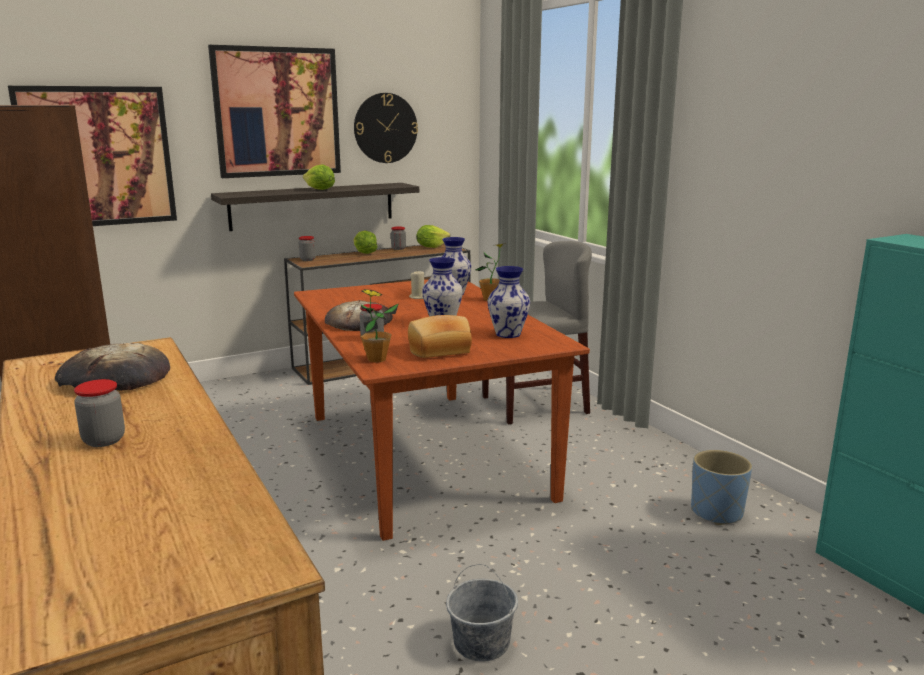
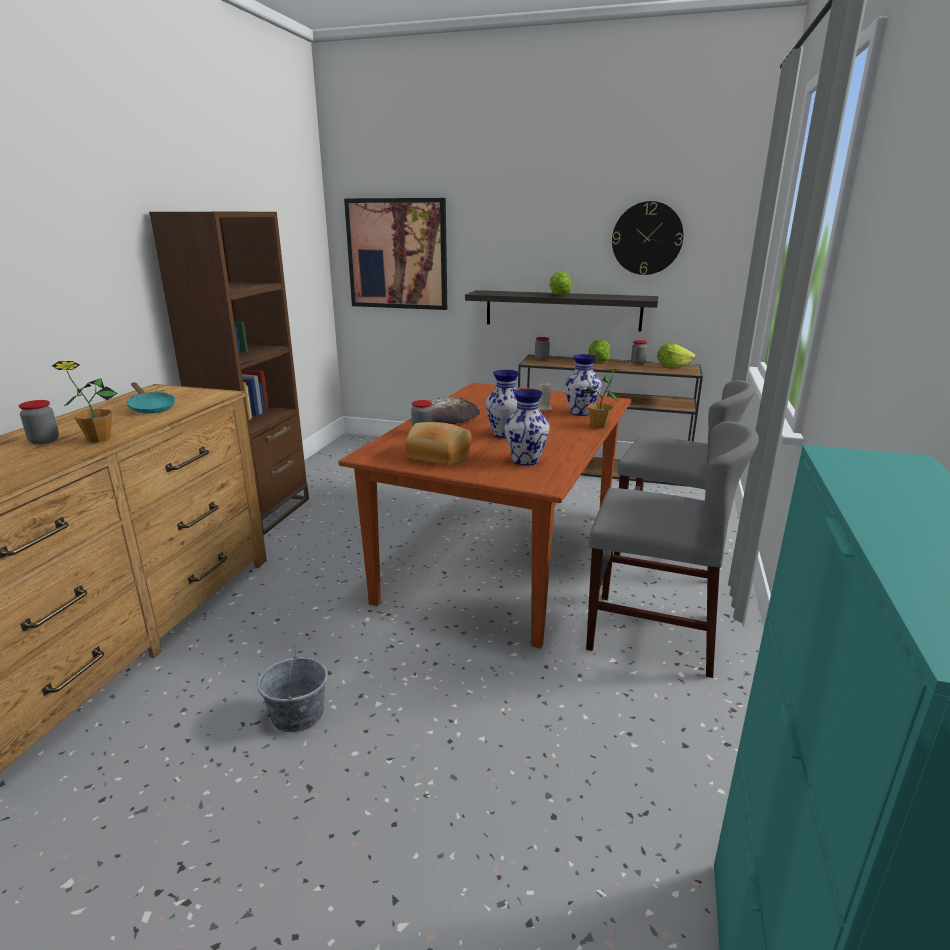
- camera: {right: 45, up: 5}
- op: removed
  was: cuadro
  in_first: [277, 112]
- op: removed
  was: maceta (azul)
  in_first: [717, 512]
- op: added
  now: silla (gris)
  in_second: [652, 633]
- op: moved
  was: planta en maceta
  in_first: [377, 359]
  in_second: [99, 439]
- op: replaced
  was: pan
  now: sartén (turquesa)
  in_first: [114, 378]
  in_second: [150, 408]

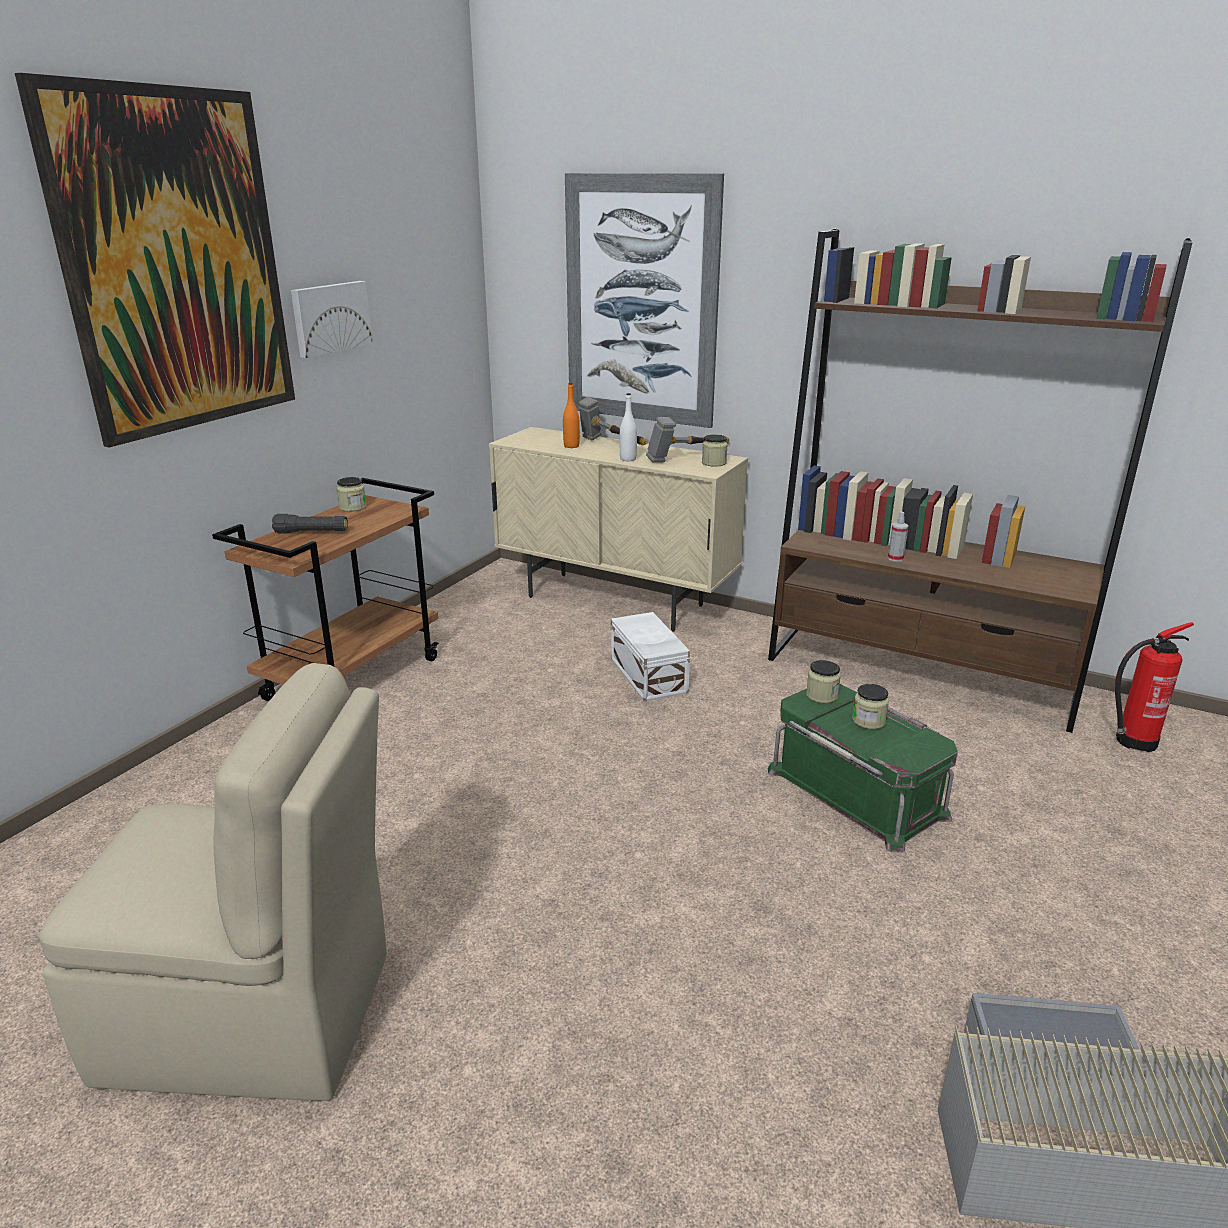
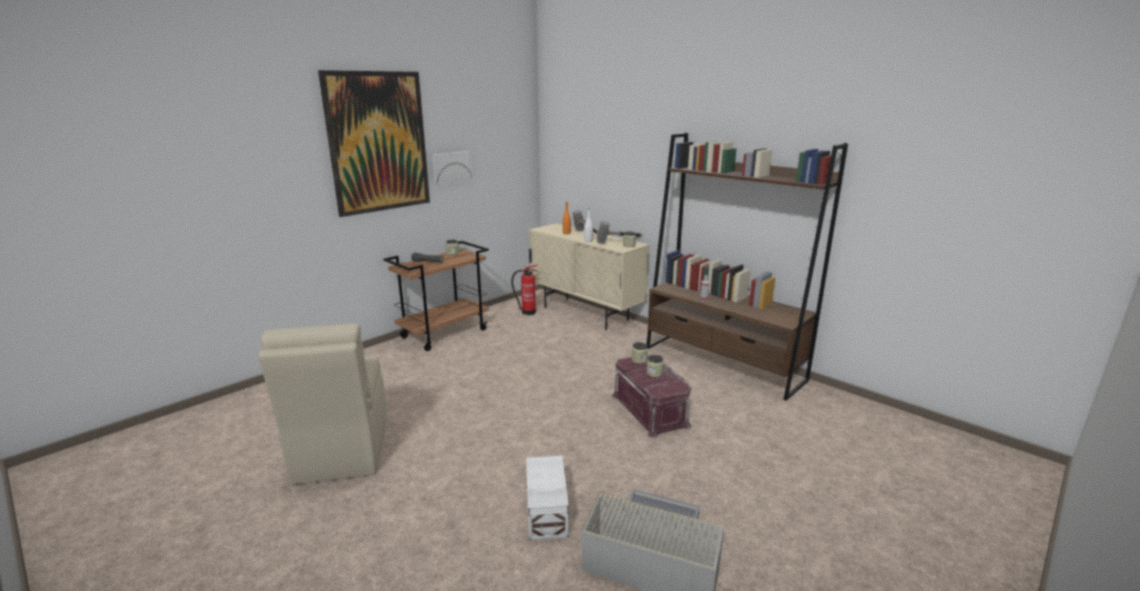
- camera: {right: 15, up: -5}
- op: removed
  was: cuadro
  in_first: [640, 302]
- op: moved
  was: caja de almacenaje (blanco)
  in_first: [647, 676]
  in_second: [545, 511]
- op: moved
  was: extintor
  in_first: [1132, 741]
  in_second: [527, 312]
- op: recoloured
  was: caja de almacenaje (verde)
  now: caja de almacenaje (rojo)
  in_first: [858, 792]
  in_second: [650, 410]
- op: turned
  was: silla (beis)
  in_first: [256, 1017]
  in_second: [341, 451]
  clockwise: 60

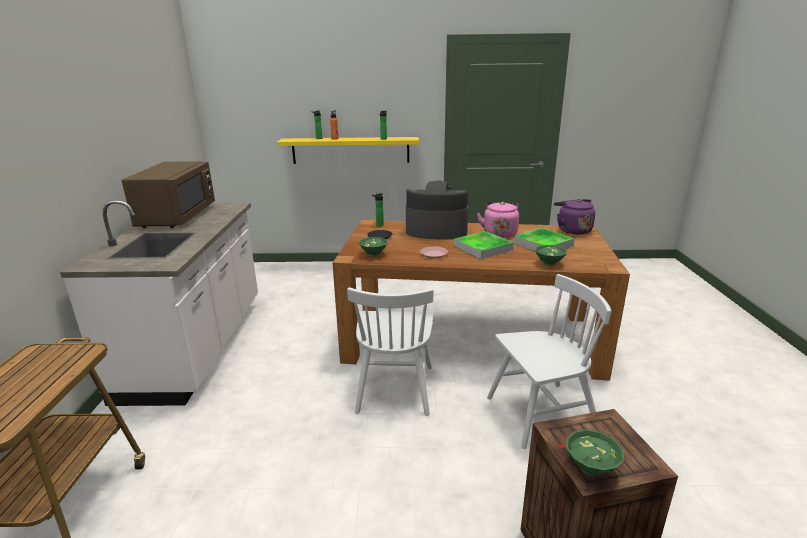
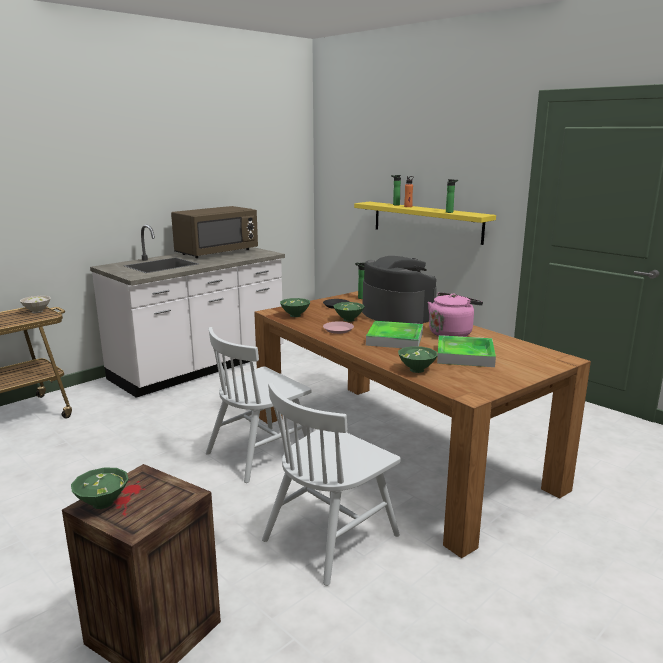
- camera: {right: 45, up: -5}
- op: removed
  was: hervidor (morado)
  in_first: [572, 230]
- op: added
  now: cuenco (blanco)
  in_second: [37, 311]
- op: added
  now: cuenco (verde)
  in_second: [348, 319]
- op: turned
  was: silla (blanco)
  in_first: [541, 414]
  in_second: [331, 537]
  clockwise: 105

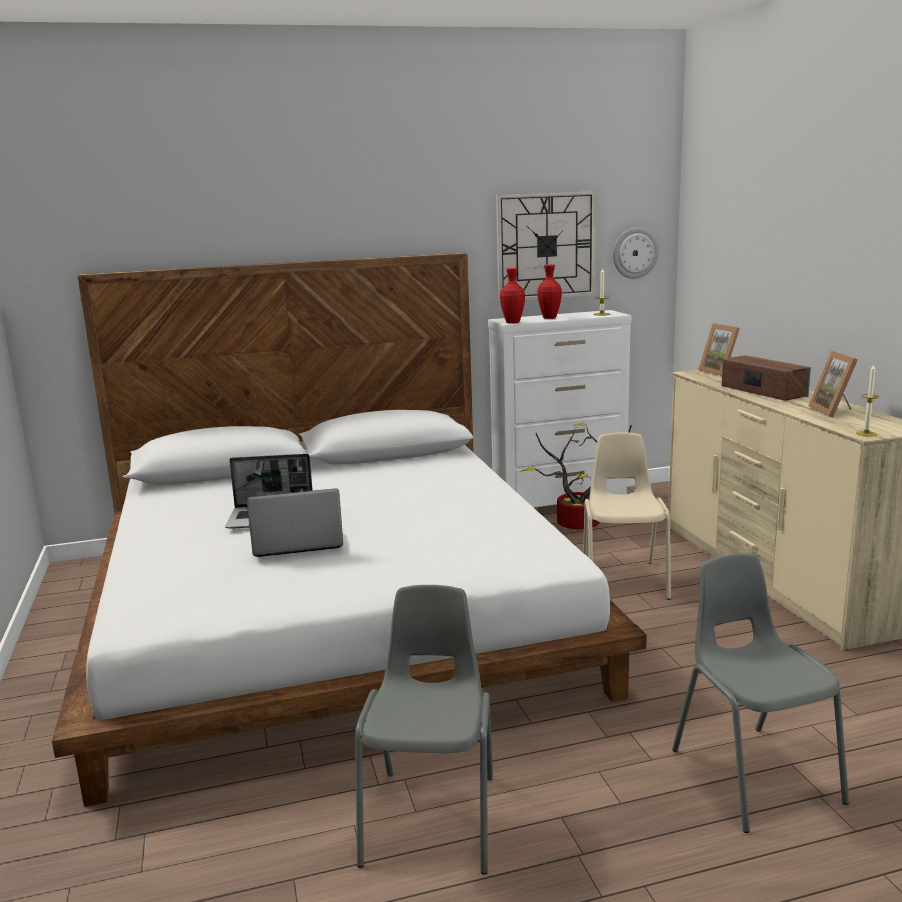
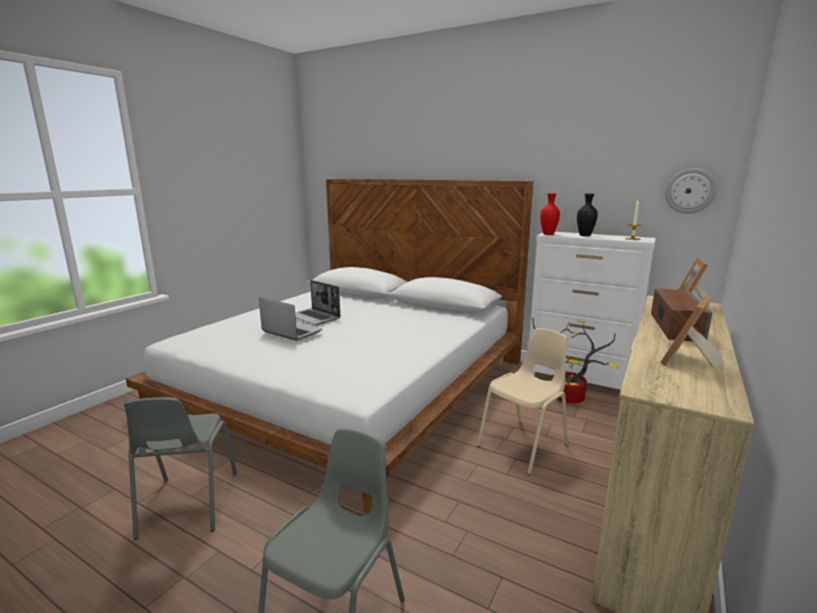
- camera: {right: 45, up: 0}
- op: removed
  was: reloj de pared
  in_first: [546, 246]
- op: removed
  was: vela
  in_first: [866, 434]
- op: recoloured
  was: florero (rojo)
  now: florero (negro)
  in_first: [549, 318]
  in_second: [585, 235]
- op: turned
  was: silla (gris)
  in_first: [433, 818]
  in_second: [187, 505]
  clockwise: 120

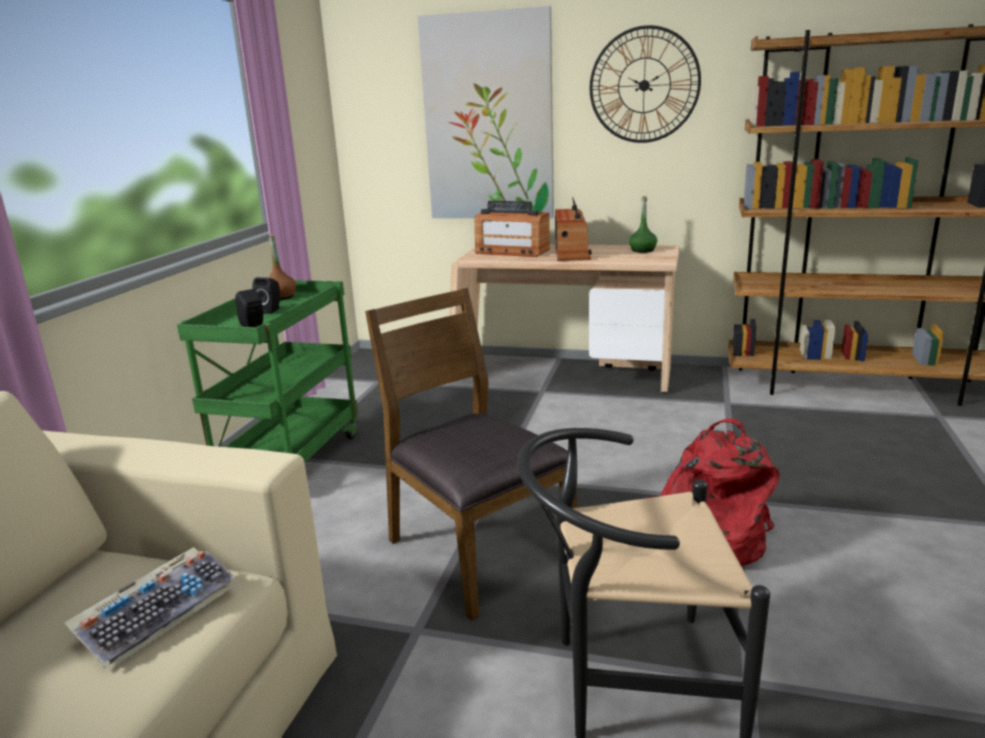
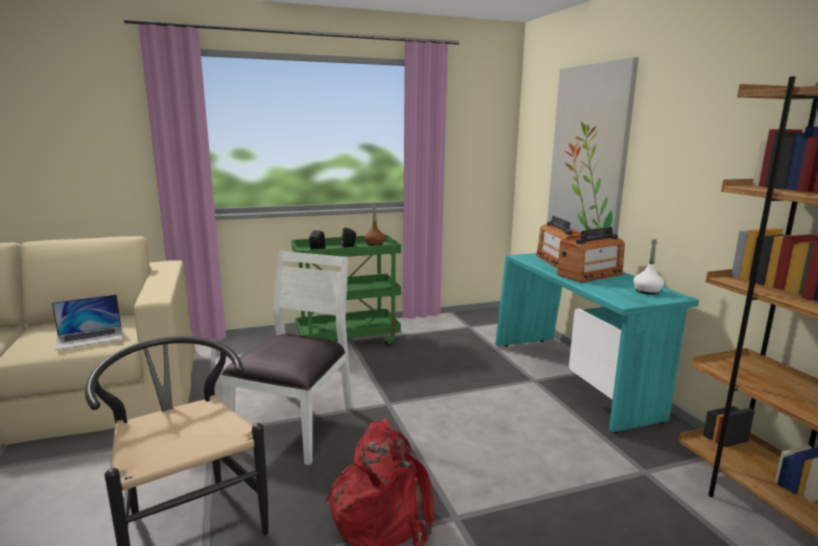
- camera: {right: 55, up: -5}
- op: removed
  was: reloj de pared
  in_first: [644, 85]
- op: replaced
  was: teclado
  now: portátil
  in_first: [158, 613]
  in_second: [90, 337]
- op: recoloured
  was: silla (marrón)
  now: silla (blanco)
  in_first: [476, 551]
  in_second: [296, 425]
- op: recoloured
  was: escritorio (beis)
  now: escritorio (turquesa)
  in_first: [561, 375]
  in_second: [573, 379]
- op: recoloured
  was: botella (verde)
  now: botella (blanco)
  in_first: [642, 250]
  in_second: [647, 291]

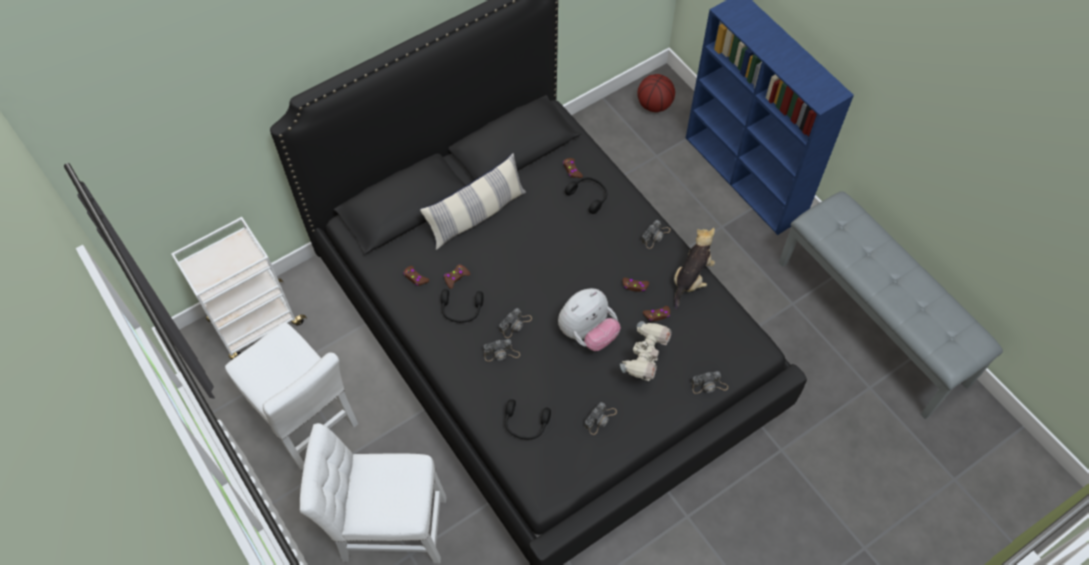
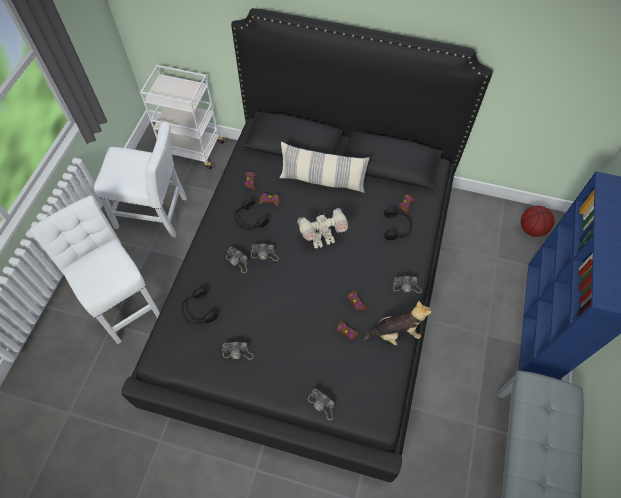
- camera: {right: 50, up: 0}
- op: removed
  was: peluche
  in_first: [587, 333]
- op: moved
  was: robot de juguete
  in_first: [643, 366]
  in_second: [322, 239]
- op: turned
  was: silla (blanco)
  in_first: [306, 420]
  in_second: [155, 214]
  clockwise: -90

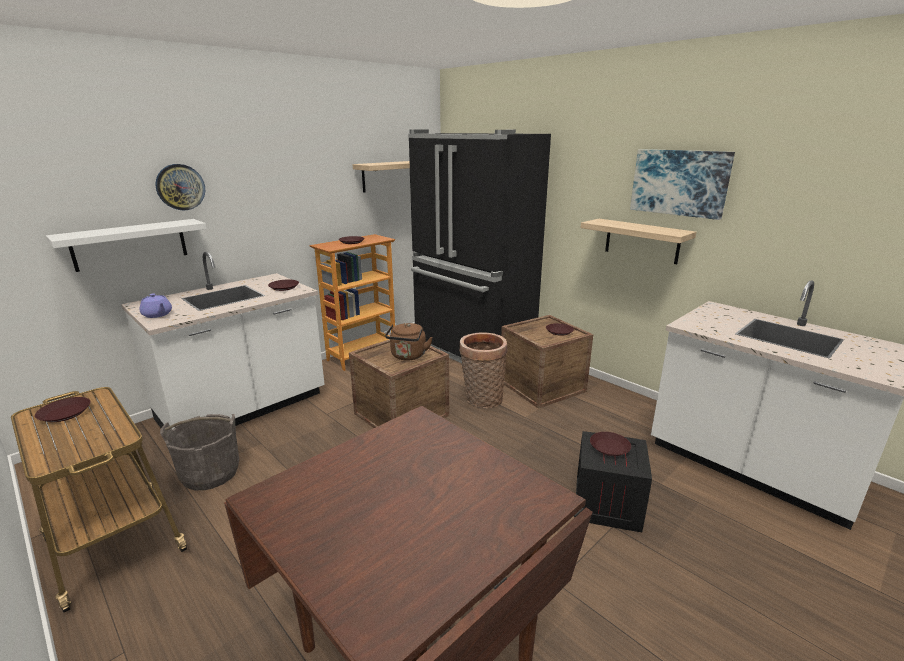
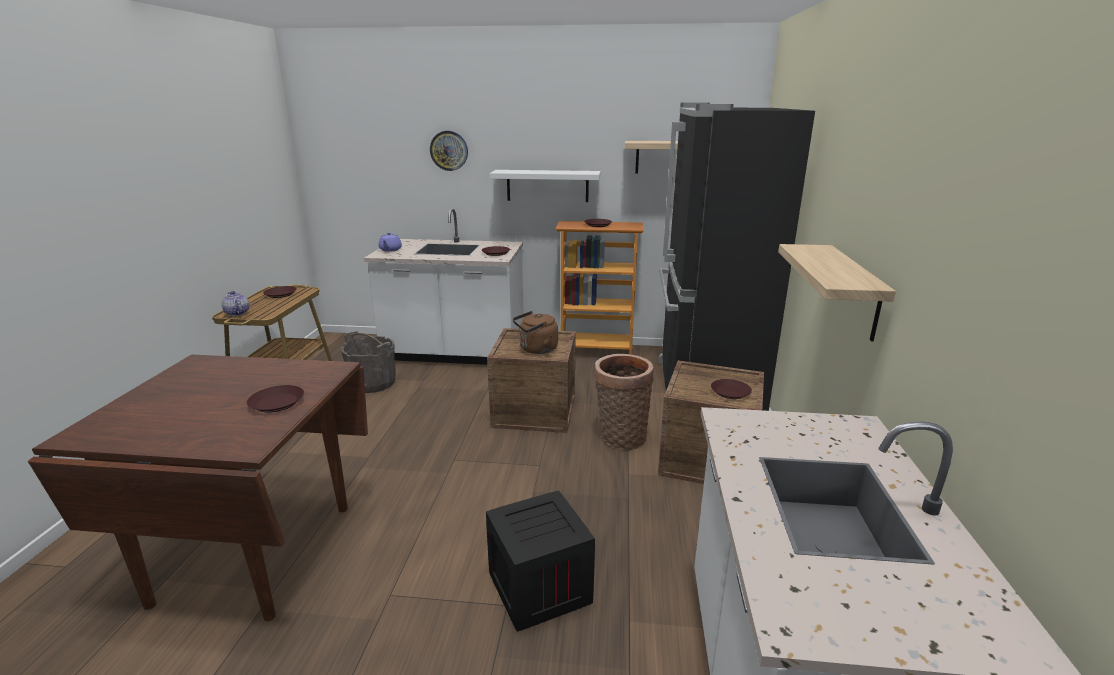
- camera: {right: 50, up: 0}
- op: removed
  was: cuadro
  in_first: [679, 182]
- op: added
  now: tetera
  in_second: [237, 313]
- op: moved
  was: estante (blanco)
  in_first: [130, 244]
  in_second: [547, 185]
- op: moved
  was: plato (marrón)
  in_first: [609, 447]
  in_second: [276, 403]

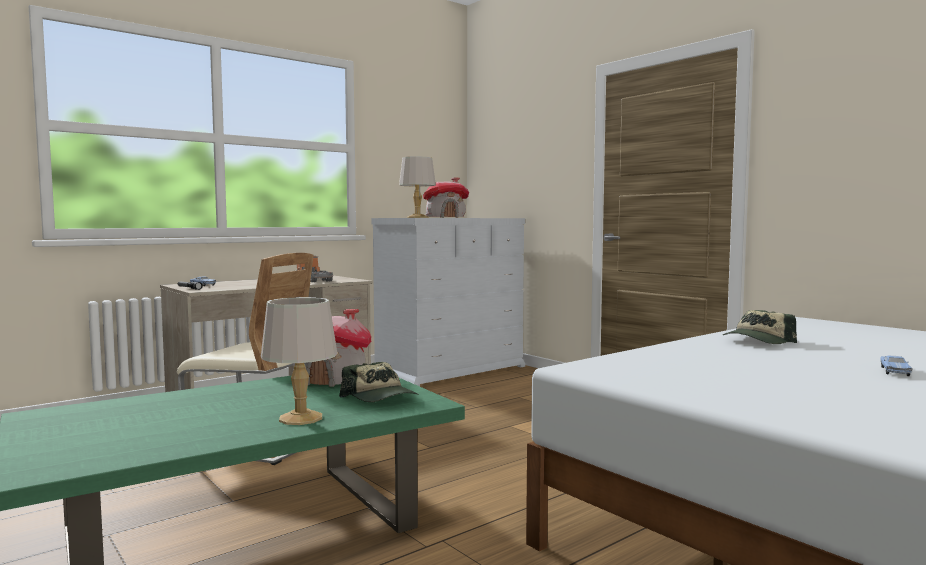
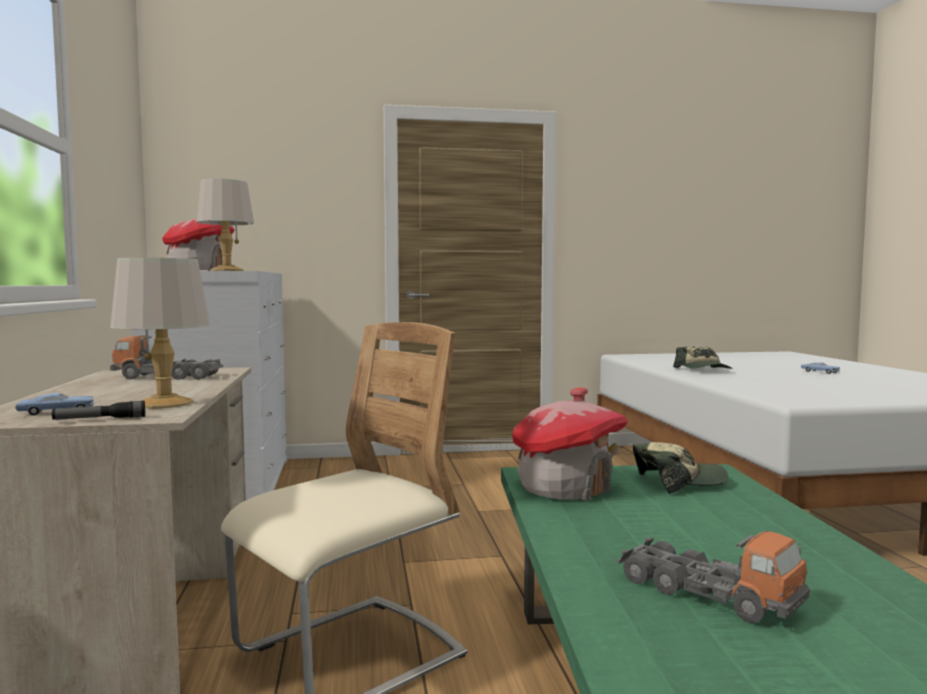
- camera: {right: -60, up: 0}
- op: added
  now: camión de juguete
  in_second: [707, 594]
- op: moved
  was: lámpara de mesa (gris)
  in_first: [300, 418]
  in_second: [164, 404]

